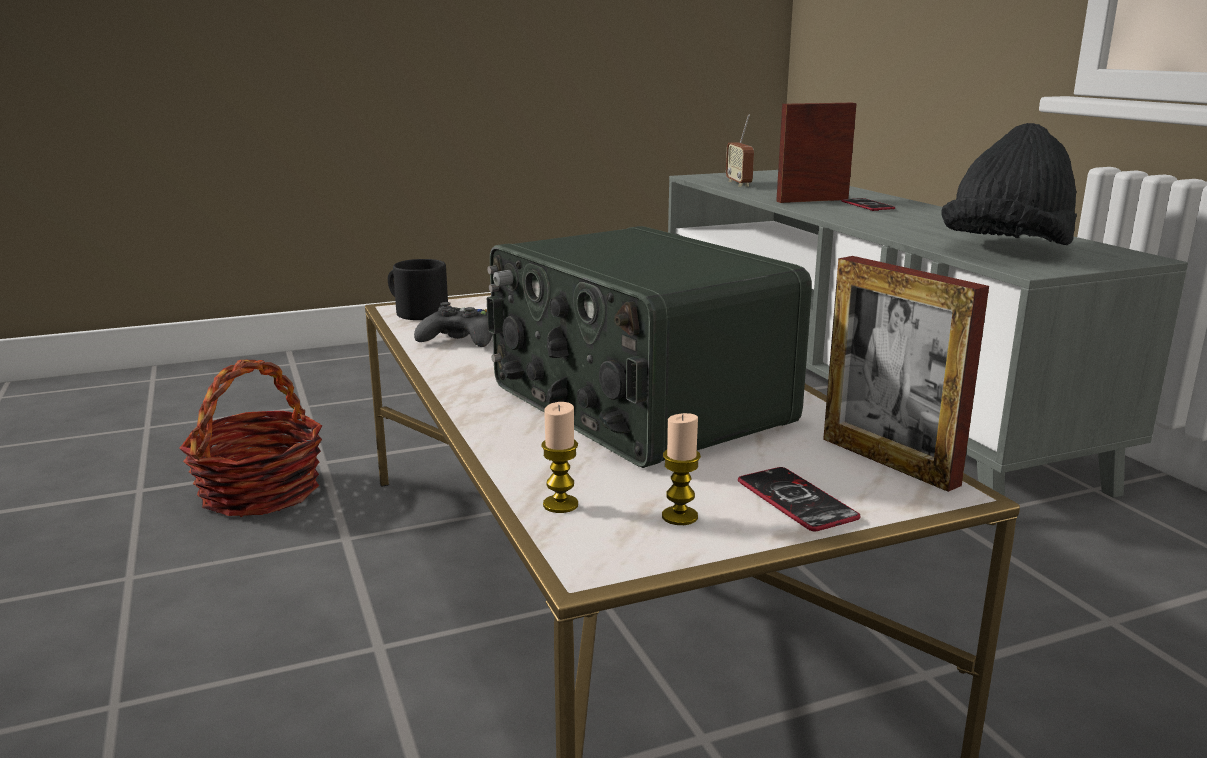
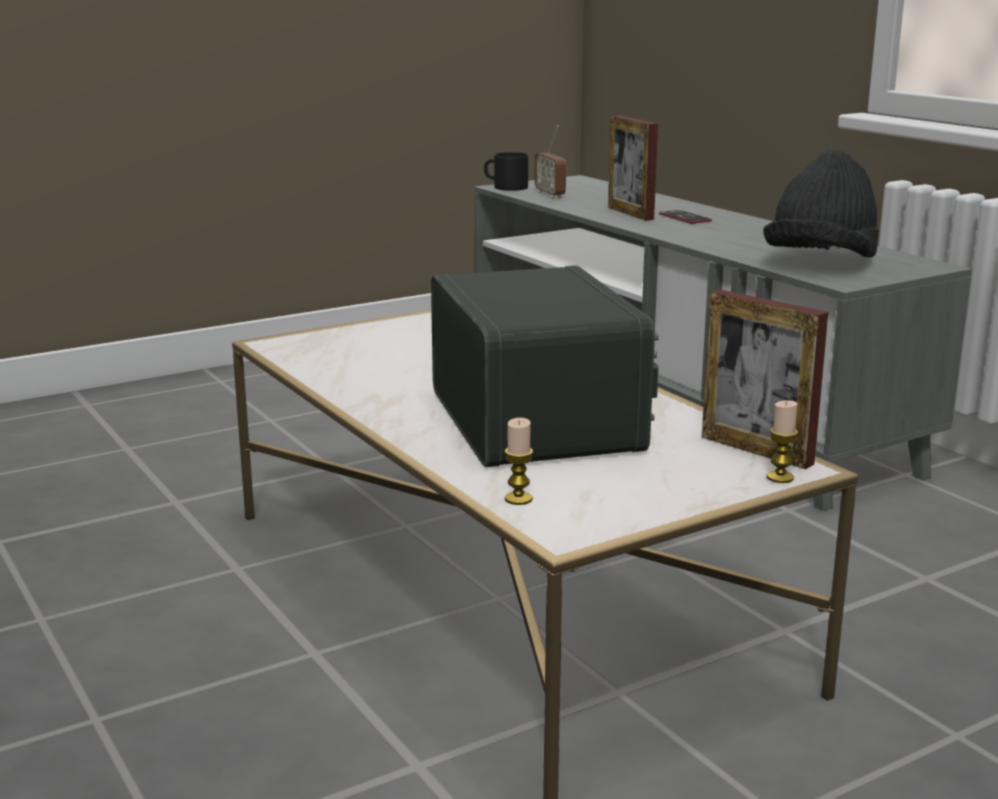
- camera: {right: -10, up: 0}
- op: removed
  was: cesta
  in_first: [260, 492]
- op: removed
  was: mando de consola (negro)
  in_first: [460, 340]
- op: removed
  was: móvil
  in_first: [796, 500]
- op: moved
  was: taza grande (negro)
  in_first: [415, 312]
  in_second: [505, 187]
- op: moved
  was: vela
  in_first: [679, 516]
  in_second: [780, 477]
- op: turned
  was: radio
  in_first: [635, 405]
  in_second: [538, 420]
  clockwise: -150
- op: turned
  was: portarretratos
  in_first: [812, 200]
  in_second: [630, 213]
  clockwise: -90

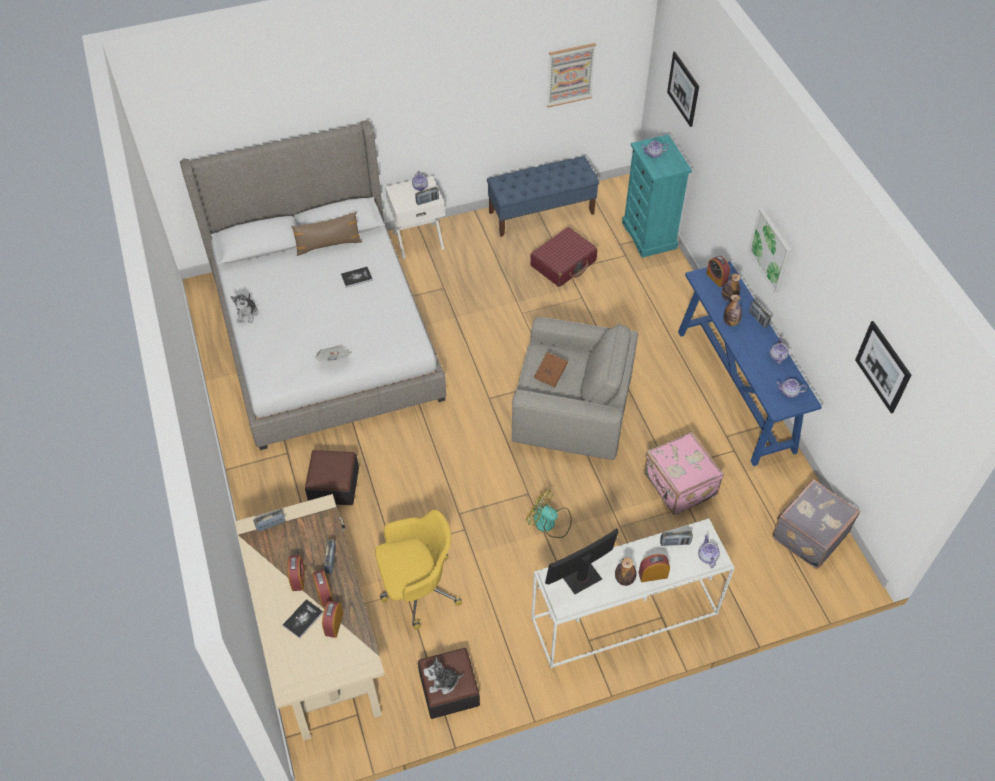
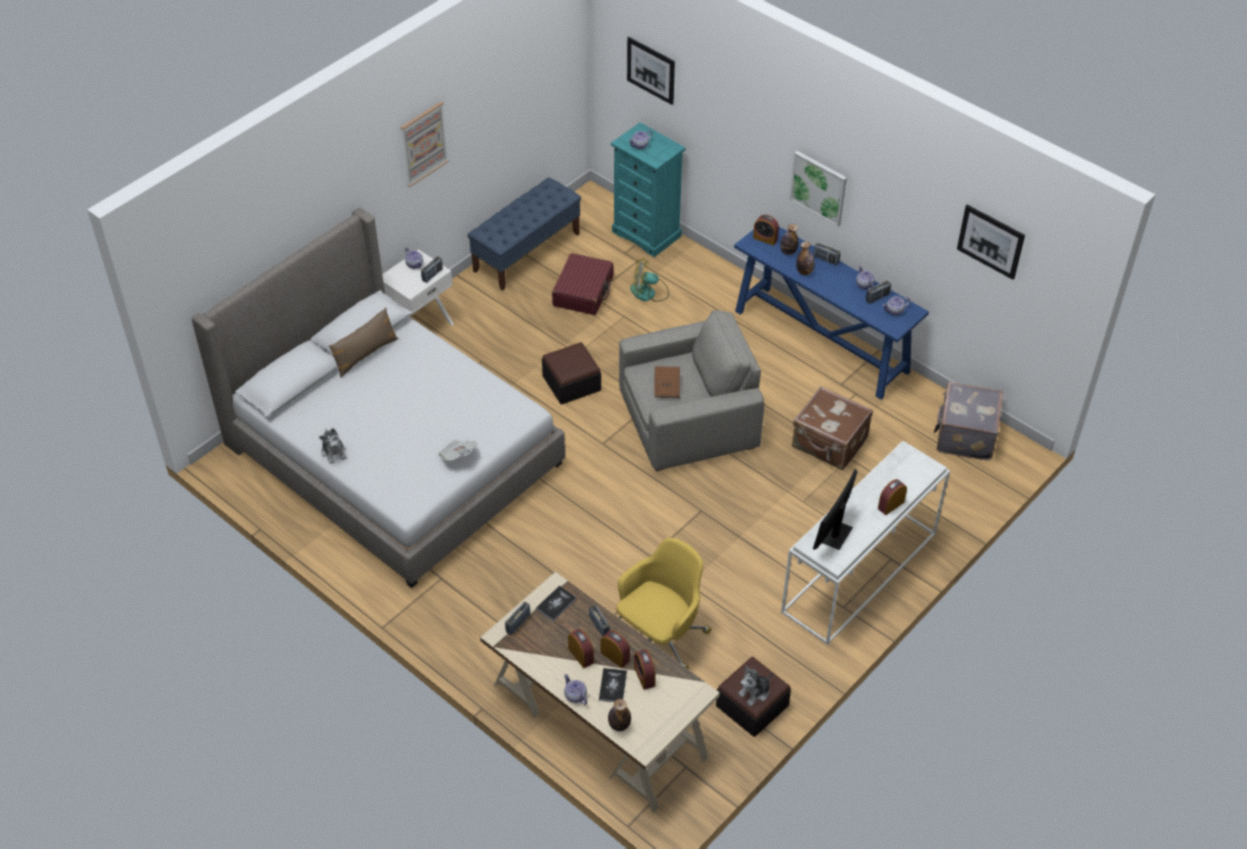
- camera: {right: -30, up: -5}
- op: moved
  was: puf
  in_first: [334, 485]
  in_second: [571, 383]
- op: moved
  was: libro
  in_first: [356, 277]
  in_second: [556, 604]
- op: moved
  was: ventilador
  in_first: [549, 522]
  in_second: [649, 293]
- op: moved
  was: cuadro
  in_first: [570, 74]
  in_second: [424, 144]
- op: moved
  was: botella
  in_first: [624, 579]
  in_second: [619, 725]
- op: moved
  was: radio
  in_first: [675, 542]
  in_second: [877, 298]
- op: moved
  was: tetera
  in_first: [707, 556]
  in_second: [575, 696]
- op: recoloured
  was: maleta (rosa)
  now: maleta (marrón)
  in_first: [678, 485]
  in_second: [829, 444]

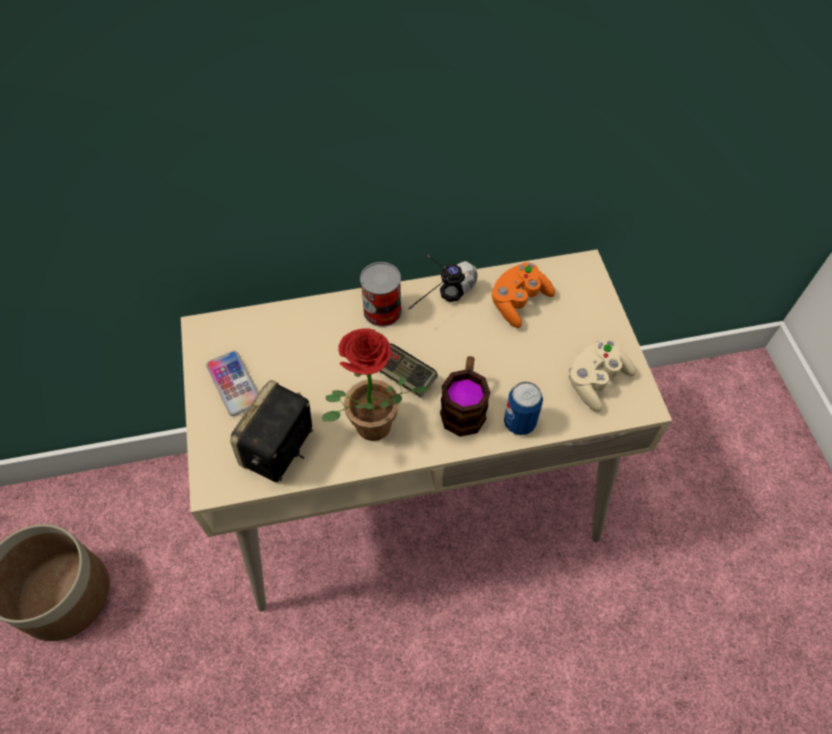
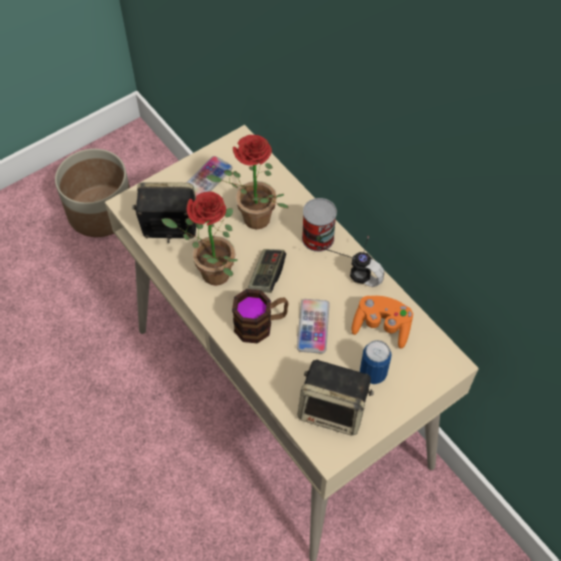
- camera: {right: 65, up: 0}
- op: added
  now: planta en maceta
  in_second: [251, 221]
- op: added
  now: móvil
  in_second: [313, 326]
- op: moved
  was: lata
  in_first: [519, 423]
  in_second: [373, 373]
- op: replaced
  was: mando de consola (beis)
  now: altavoz
  in_first: [596, 381]
  in_second: [333, 410]

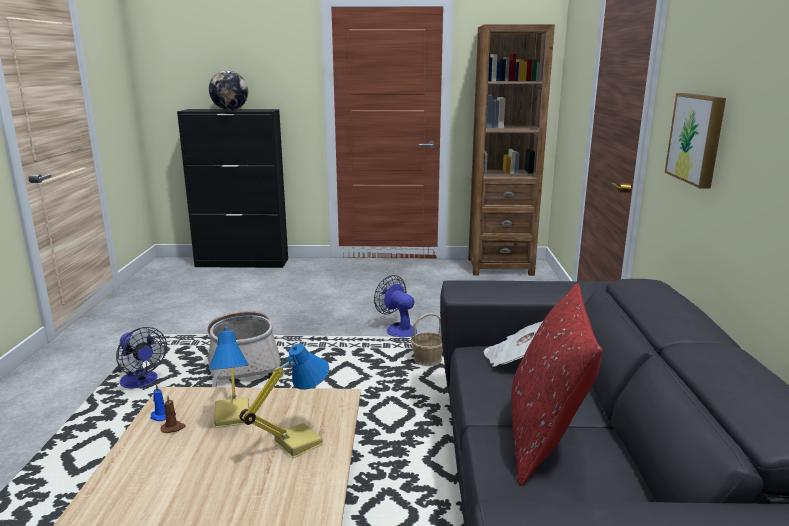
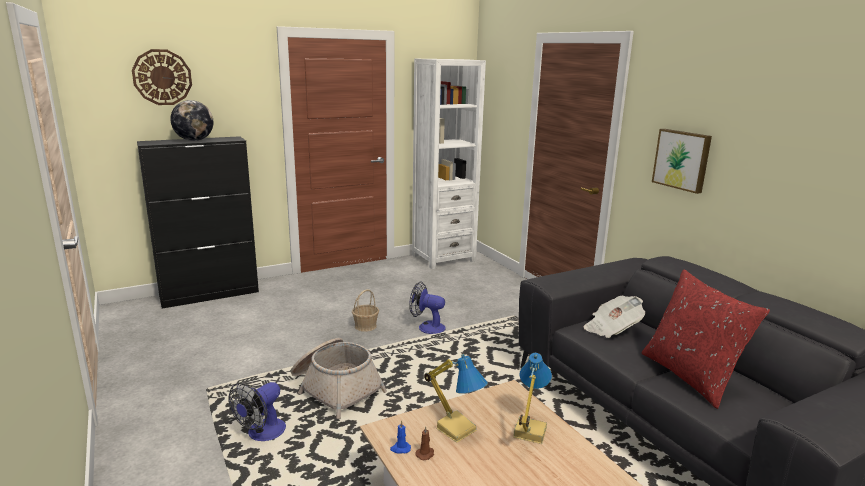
- camera: {right: -30, up: 0}
- op: added
  now: reloj de pared
  in_second: [162, 77]
- op: moved
  was: cesta
  in_first: [428, 360]
  in_second: [365, 326]
- op: recoloured
  was: estantería (marrón)
  now: estantería (blanco)
  in_first: [500, 267]
  in_second: [443, 258]
- op: turned
  was: ventilador
  in_first: [141, 382]
  in_second: [261, 434]
  clockwise: 105

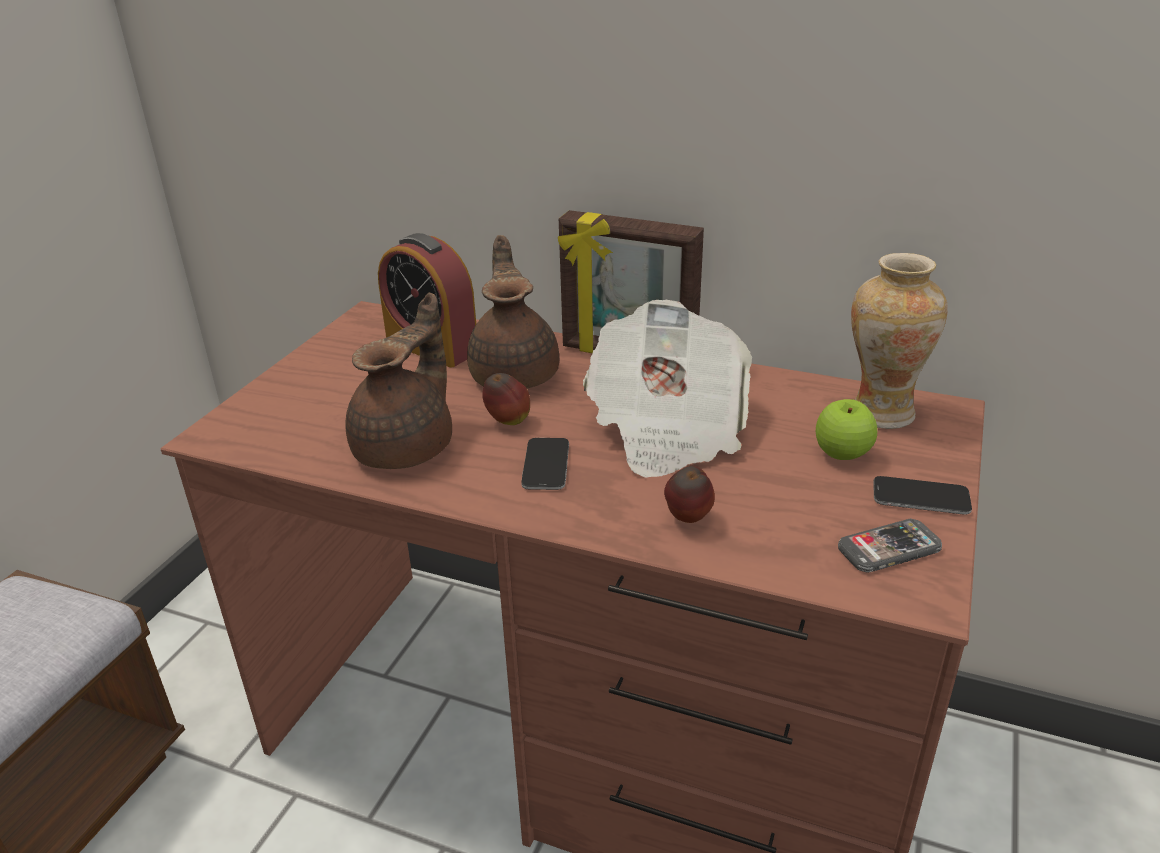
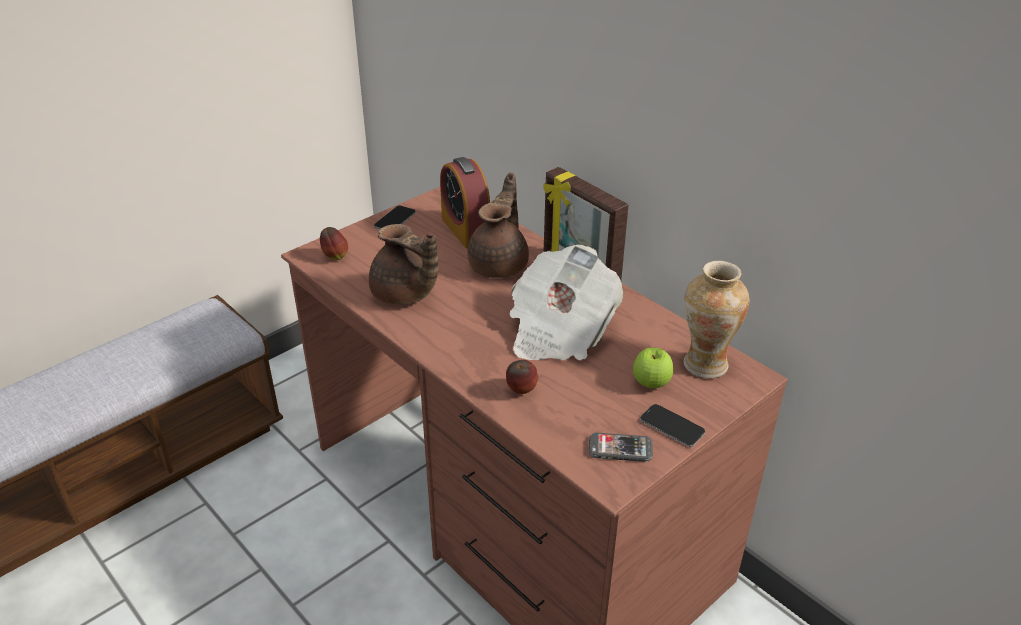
- camera: {right: 25, up: 5}
- op: moved
  was: manzana
  in_first: [508, 422]
  in_second: [335, 257]
- op: moved
  was: móvil
  in_first: [546, 465]
  in_second: [395, 220]
- op: turned
  was: tetera (marrón)
  in_first: [408, 447]
  in_second: [404, 295]
  clockwise: 75

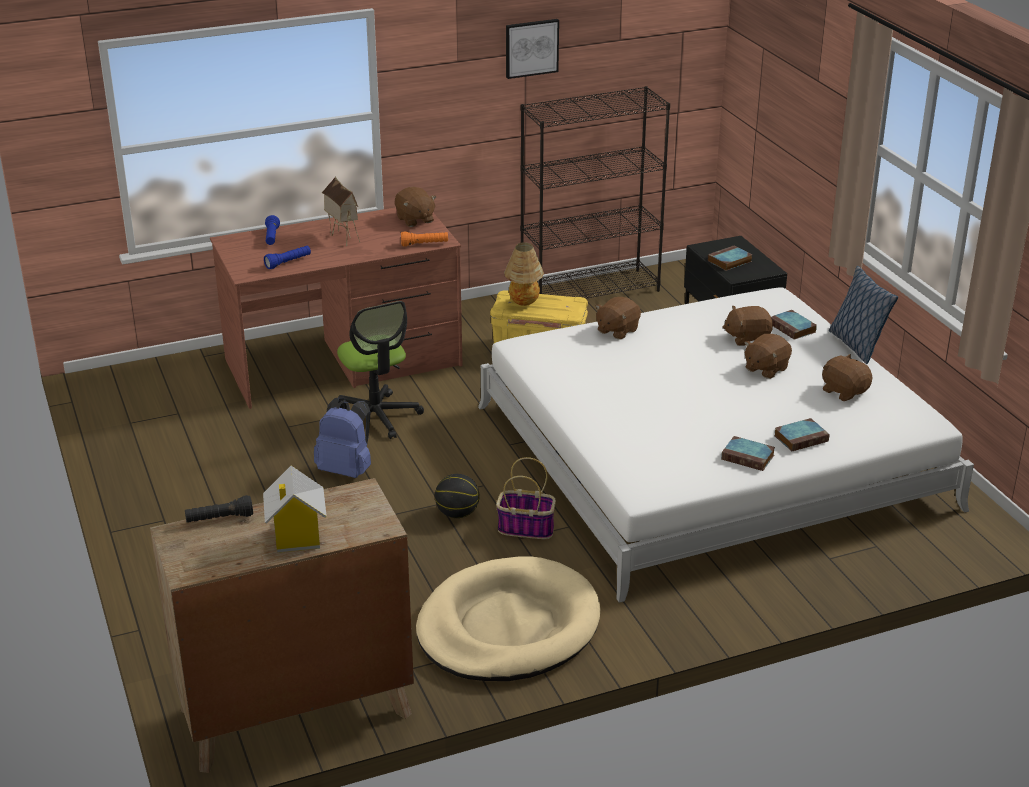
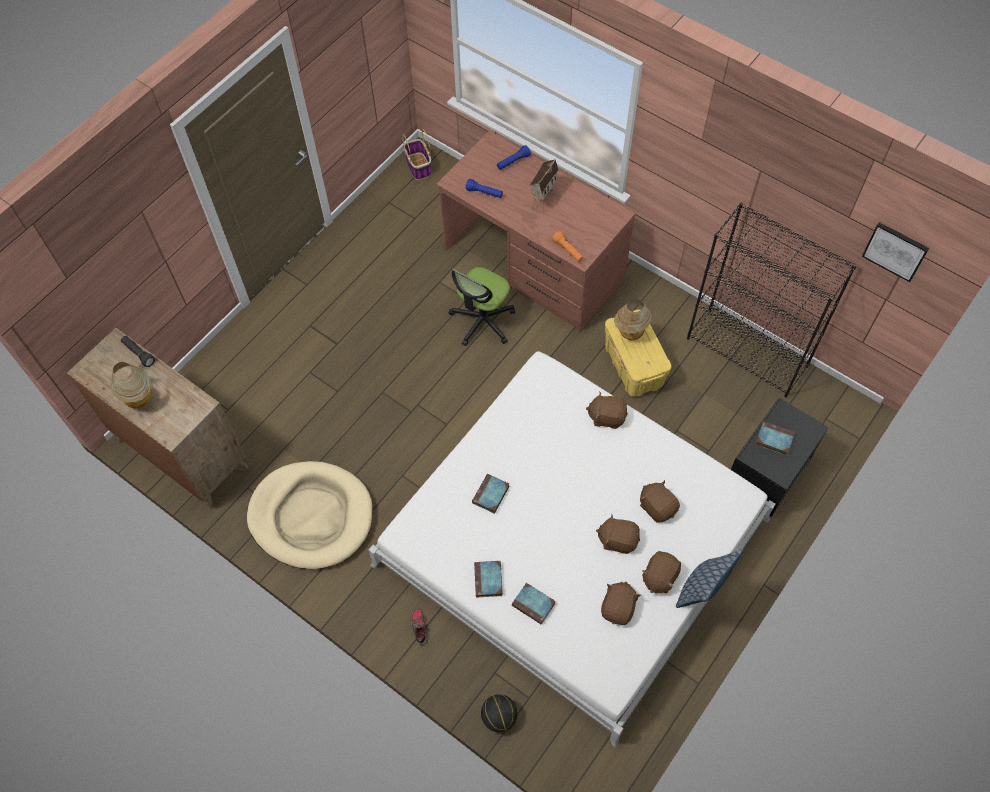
- camera: {right: 60, up: 30}
- op: removed
  was: mochila (azul)
  in_first: [347, 470]
- op: added
  now: zapato
  in_second: [419, 627]
- op: moved
  was: peluche (marrón)
  in_first: [415, 220]
  in_second: [659, 577]
- op: moved
  was: balón de baloncesto
  in_first: [457, 514]
  in_second: [499, 717]
- op: moved
  was: cesta
  in_first: [527, 528]
  in_second: [419, 166]
- op: moved
  was: cuadro
  in_first: [531, 48]
  in_second: [895, 251]
- op: moved
  was: libro
  in_first: [793, 328]
  in_second: [490, 495]
- op: replaced
  was: casita
  now: lámpara de mesa
  in_first: [296, 537]
  in_second: [140, 400]

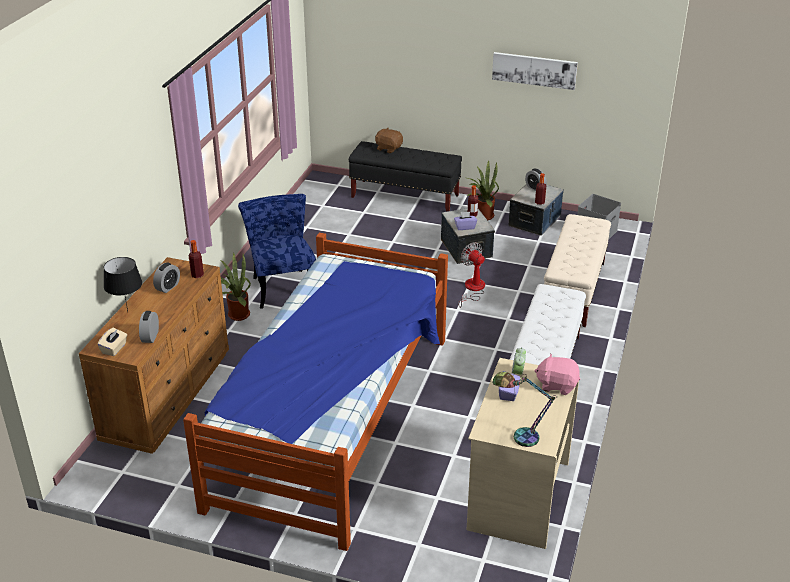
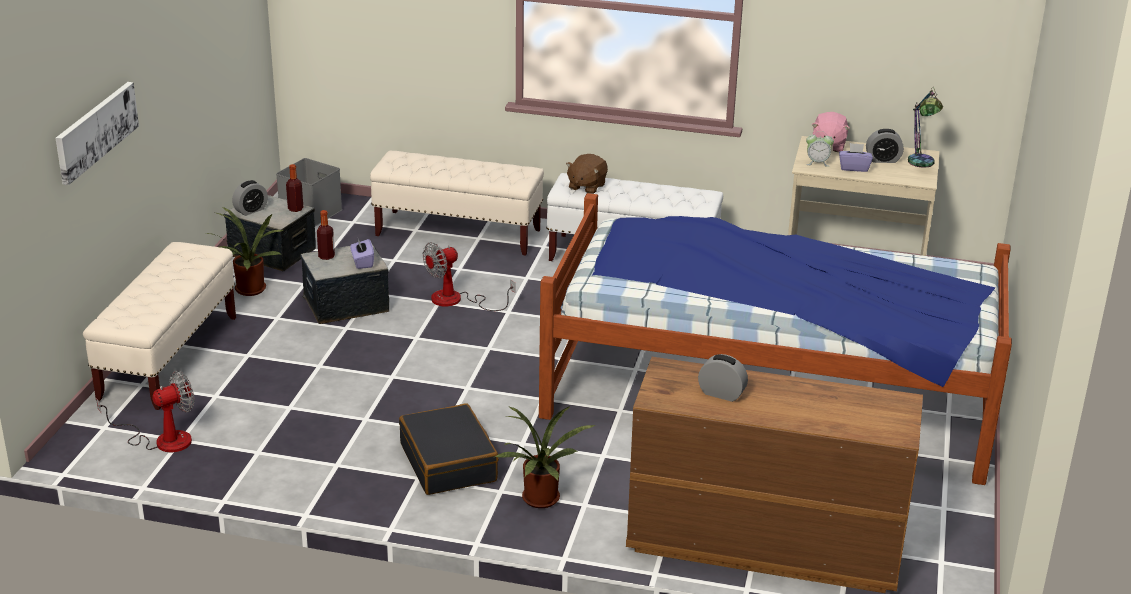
- camera: {right: -95, up: -5}
- op: removed
  was: caja de pañuelos (beis)
  in_first: [114, 349]
- op: removed
  was: lámpara de mesa (negro)
  in_first: [128, 312]
- op: removed
  was: botella
  in_first: [197, 275]
- op: added
  now: ventilador
  in_second: [162, 439]
- op: moved
  was: despertador
  in_first: [150, 336]
  in_second: [883, 160]
- op: moved
  was: peluche (marrón)
  in_first: [388, 148]
  in_second: [586, 186]
- op: moved
  was: cuadro
  in_first: [534, 70]
  in_second: [95, 131]
- op: replaced
  was: silla (azul)
  now: maleta (negro)
  in_first: [282, 285]
  in_second: [449, 462]
- op: recoloured
  was: banco (negro)
  now: banco (beis)
  in_first: [405, 197]
  in_second: [169, 357]

